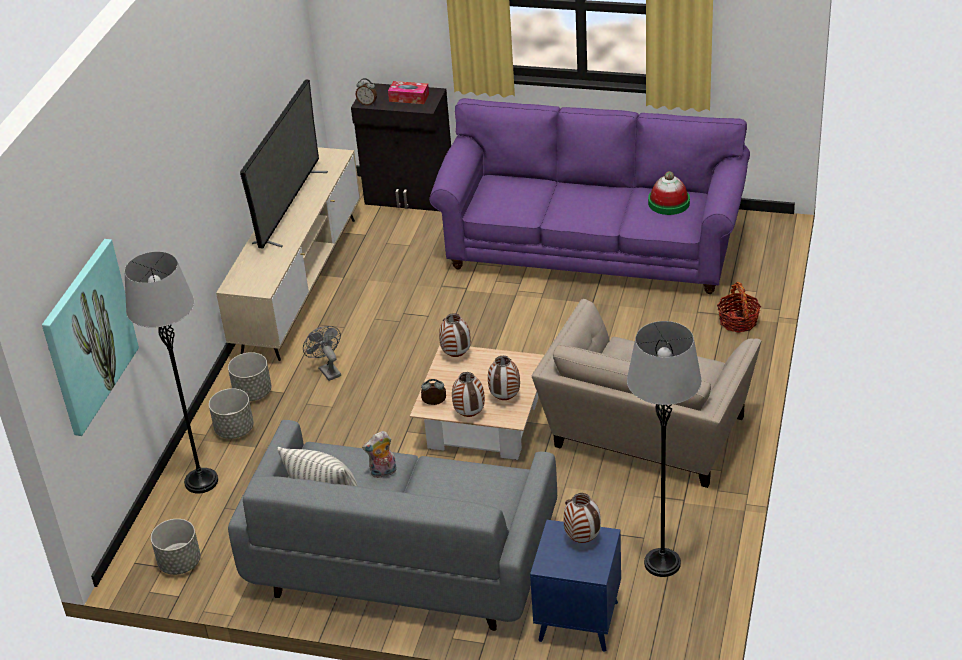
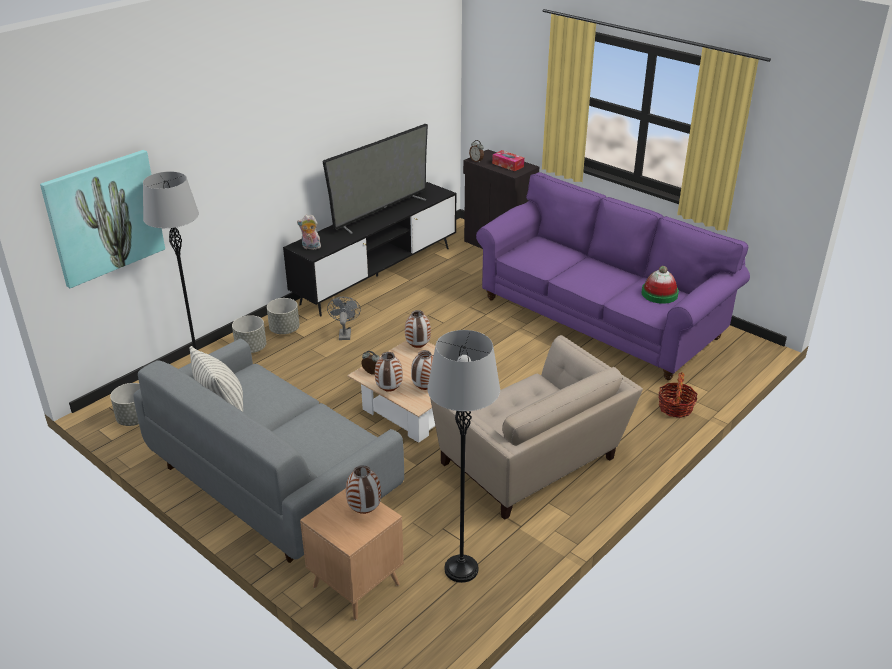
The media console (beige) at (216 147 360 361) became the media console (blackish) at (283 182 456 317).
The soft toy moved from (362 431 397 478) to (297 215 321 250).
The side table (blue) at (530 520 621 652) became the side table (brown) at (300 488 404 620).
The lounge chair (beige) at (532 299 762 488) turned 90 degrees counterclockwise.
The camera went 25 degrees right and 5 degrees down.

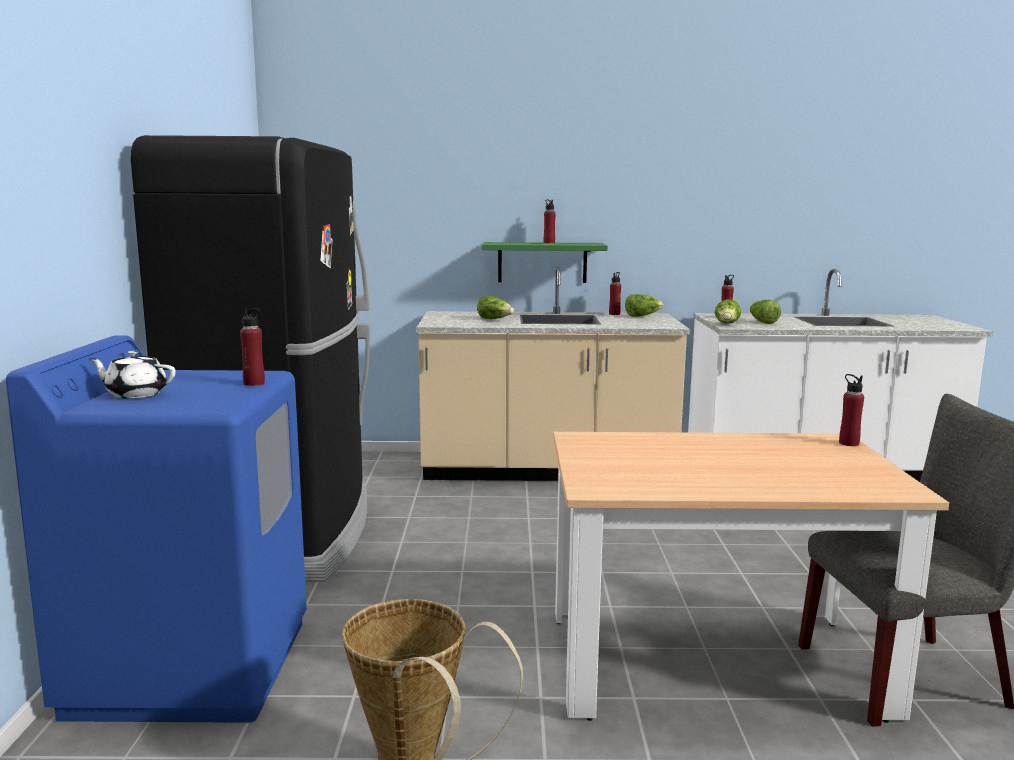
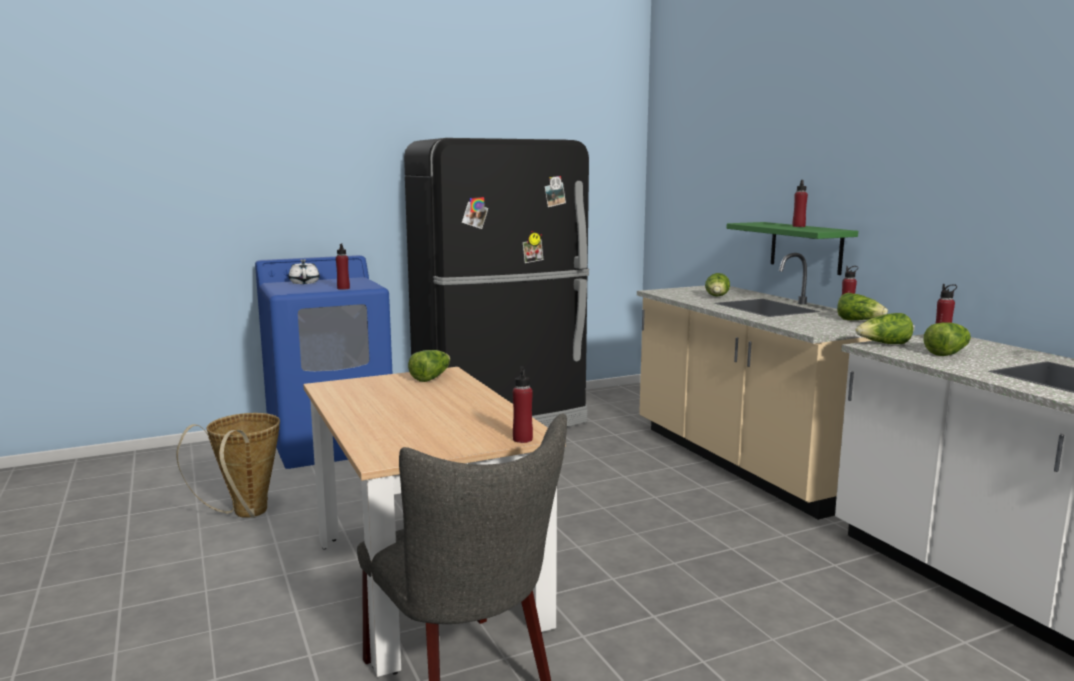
The lettuce at (408 350 450 382) appeared.
The camera went 65 degrees right and 0 degrees up.

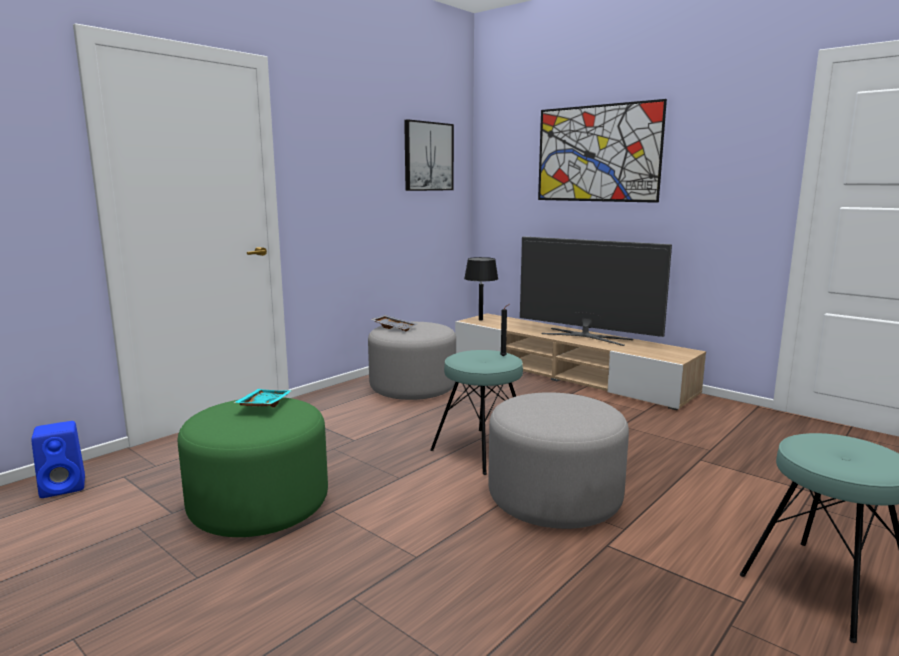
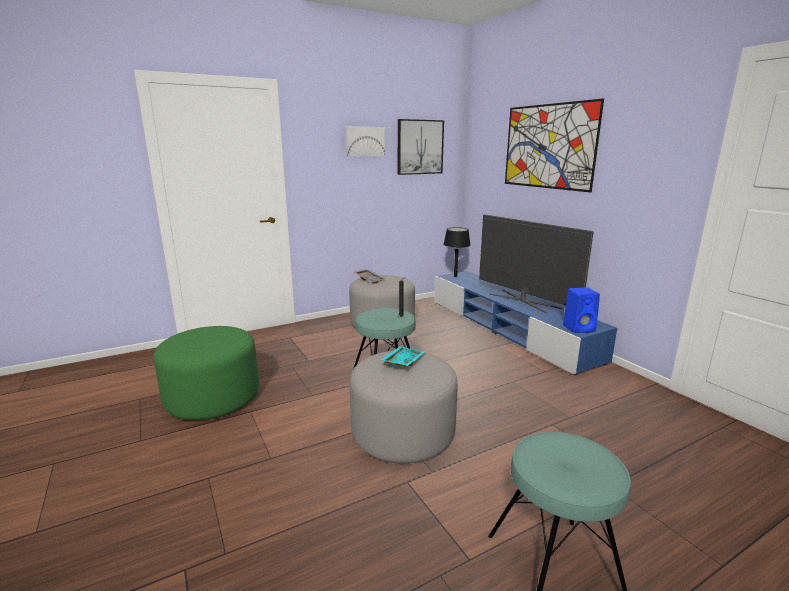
The audio speaker (blue) moved from (31 421 85 498) to (563 287 600 333).
The tray (turquoise-coloured) moved from (233 389 291 407) to (380 346 425 367).
The media console (beige) at (455 313 706 410) became the media console (blue) at (434 271 617 375).
The wall picture at (345 126 385 156) appeared.
The camera went 20 degrees right and 5 degrees up.

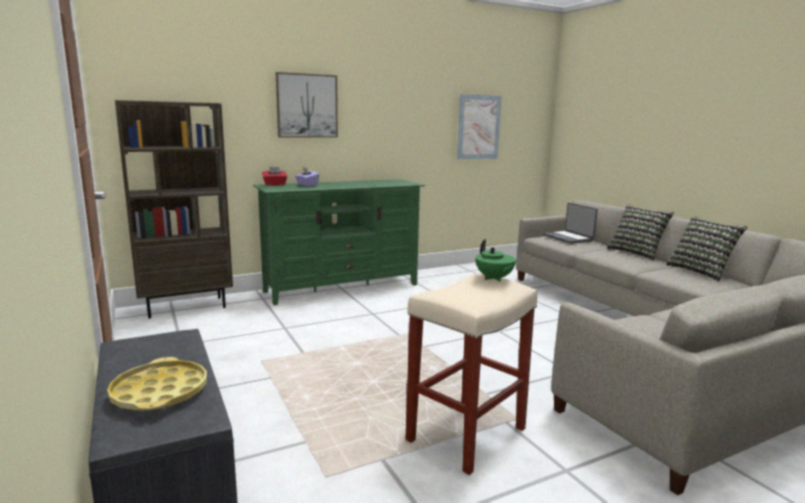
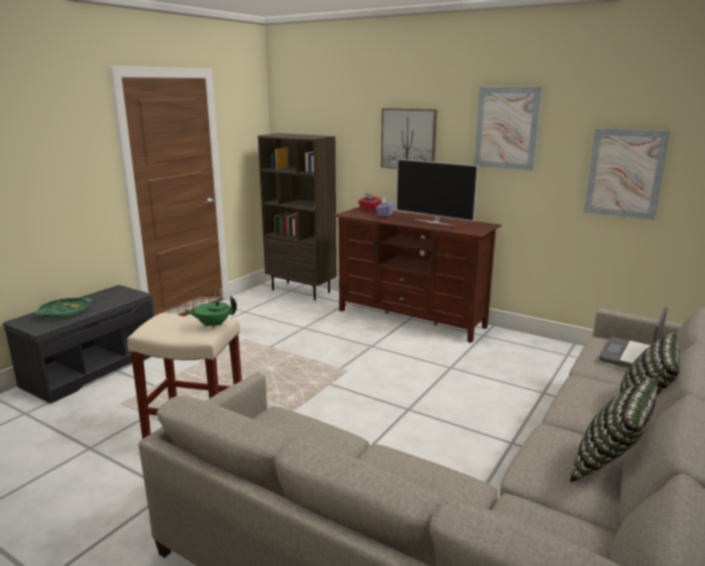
The tray (yellowish) at (107 357 207 410) became the tray (greenish) at (34 298 92 319).
The media console (greenish) at (253 179 425 305) became the media console (brown) at (333 207 502 343).
The tea pot (greenish) at (475 239 516 282) turned 45 degrees clockwise.
The television at (396 159 478 226) appeared.
The wall picture at (474 87 542 171) appeared.
The camera went 60 degrees right and 5 degrees up.

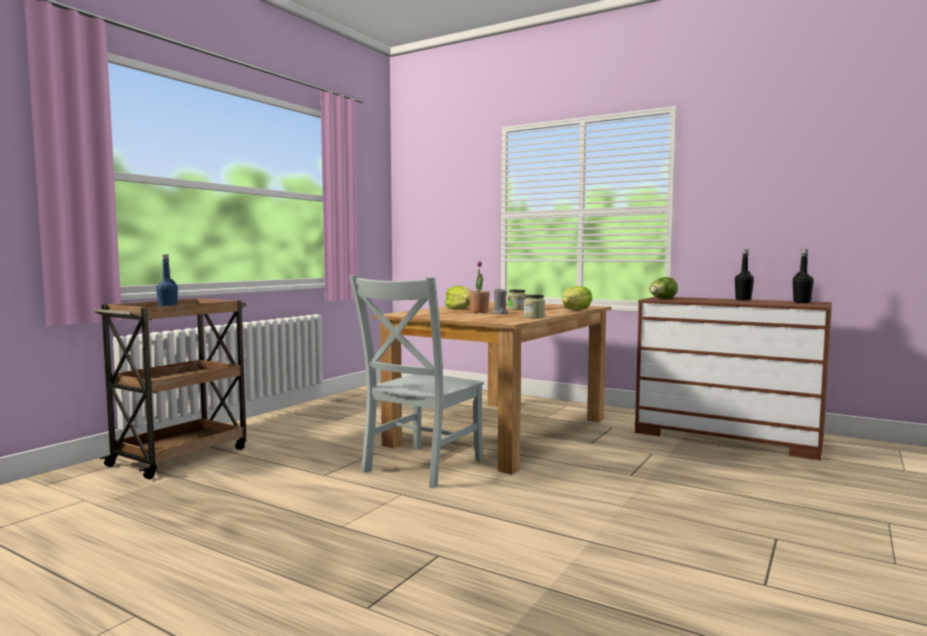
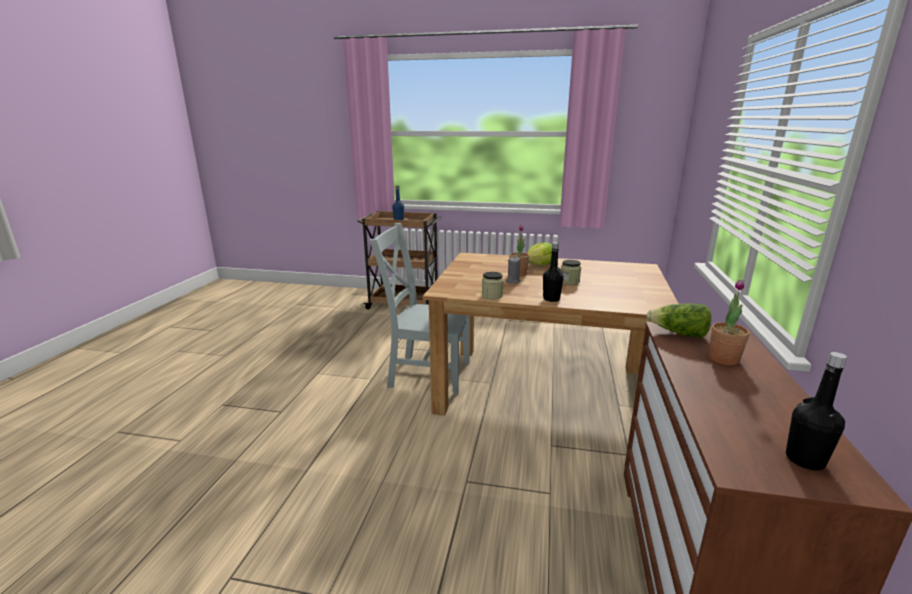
The lettuce at (562 286 593 310) disappeared.
The drink bottle (blackish) moved from (735 249 754 300) to (543 242 564 302).
The houseplant at (709 280 750 365) appeared.
The camera went 70 degrees right and 15 degrees up.

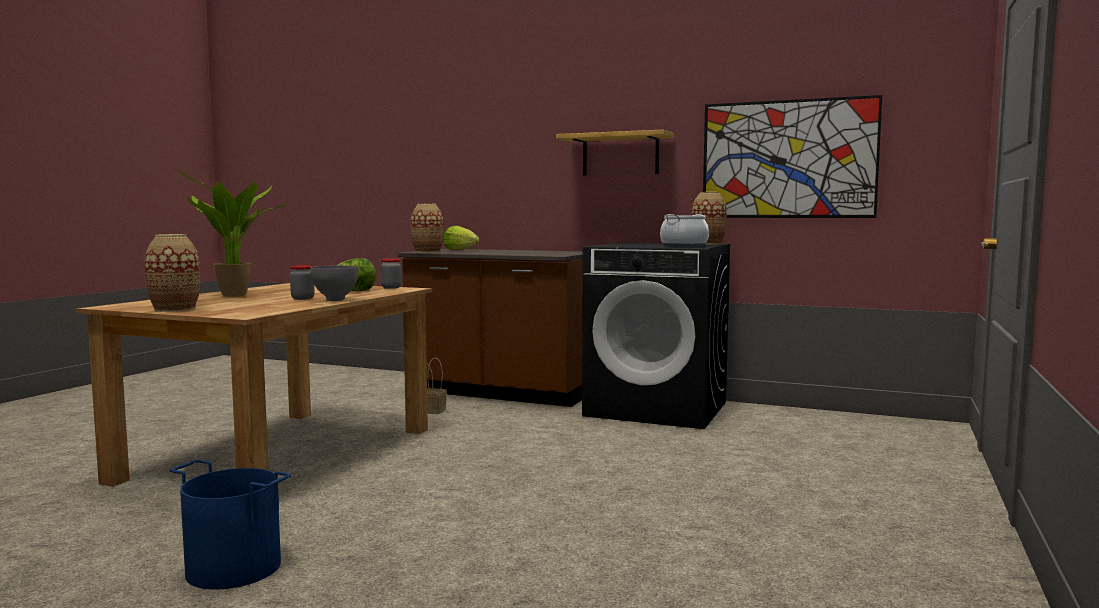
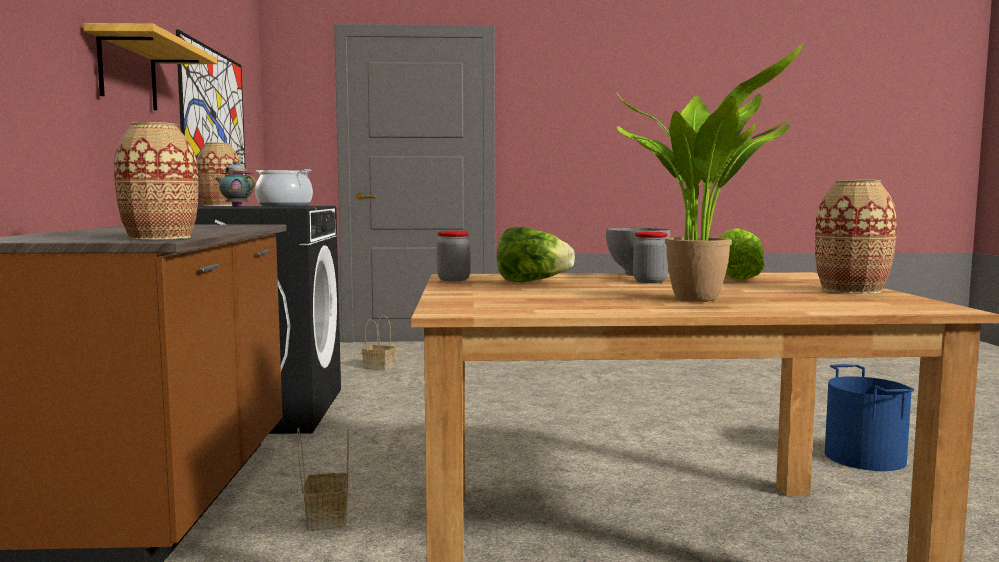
The lettuce moved from (443 226 480 250) to (719 228 764 280).
The tea pot at (215 161 255 207) appeared.
The storage basket at (362 315 395 370) appeared.
The camera went 115 degrees left and 0 degrees up.

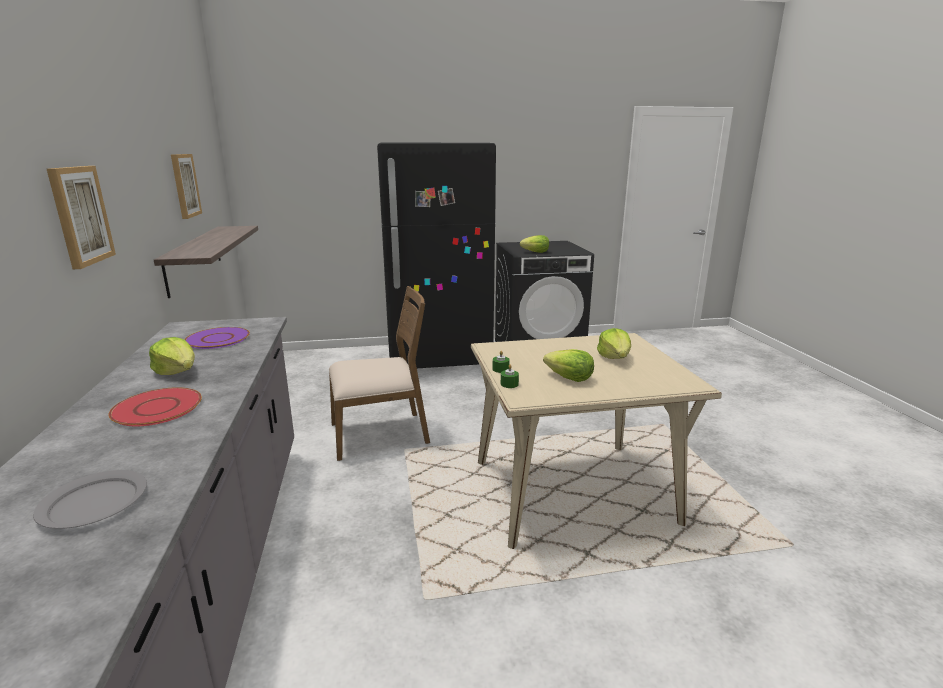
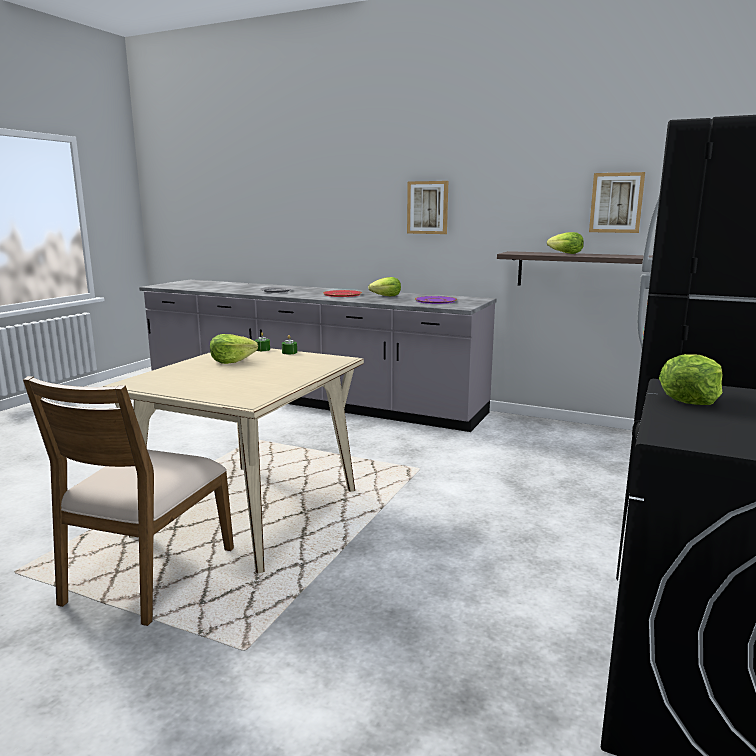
The chair (brown) moved from (329 286 430 461) to (23 376 234 626).
The lettuce moved from (597 328 631 359) to (547 232 584 254).
The camera went 125 degrees right and 5 degrees down.

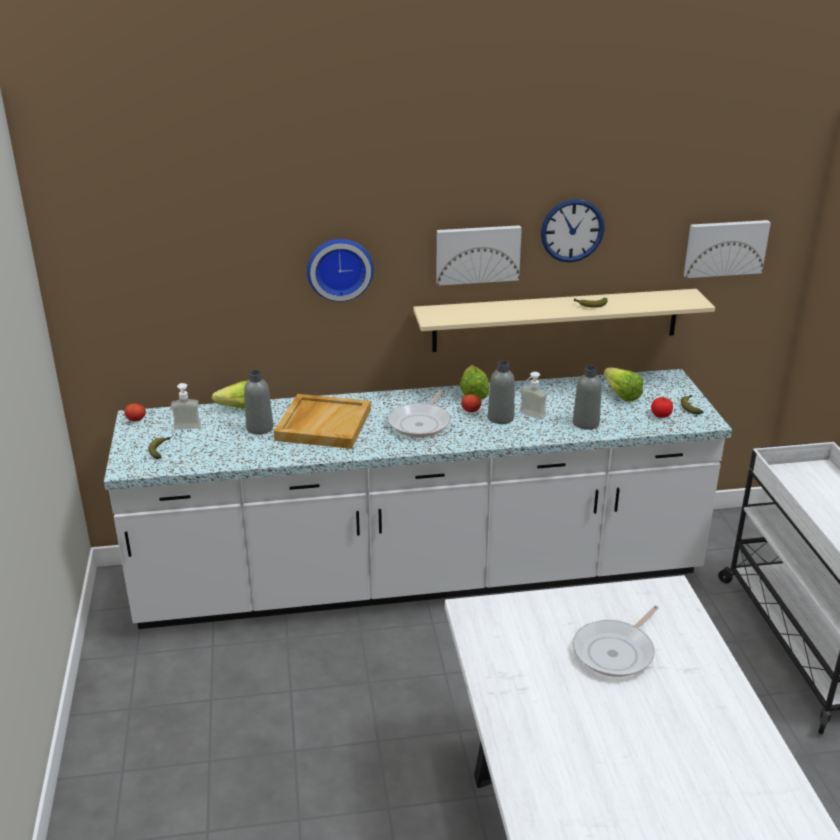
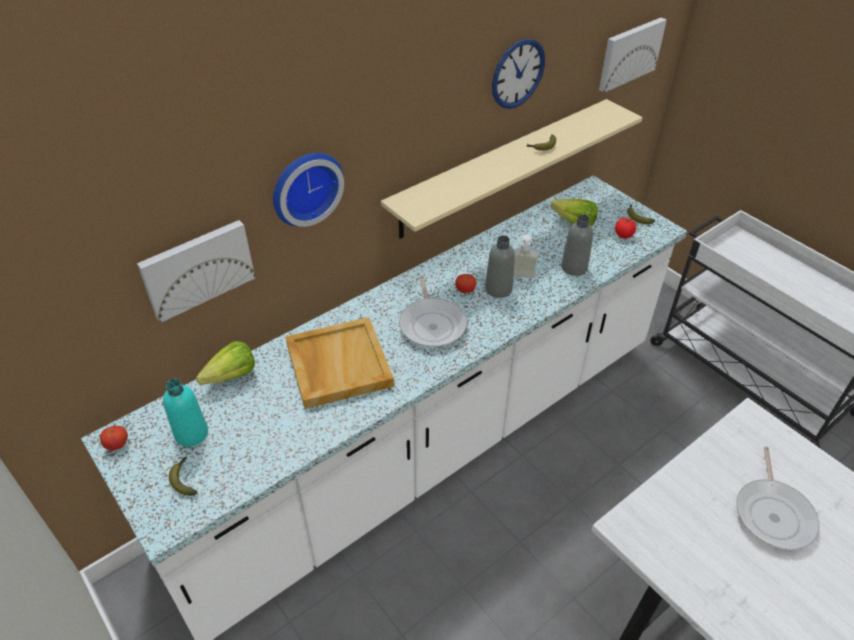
The liquid soap bottle at (171 383 201 430) was replaced by the drink bottle (turquoise-coloured) at (163 378 208 447).
The drink bottle (grey) at (244 370 273 434) disappeared.
The wall picture moved from (436 225 522 286) to (137 220 255 323).
The lettuce at (460 365 489 399) disappeared.
The camera went 30 degrees left and 15 degrees up.

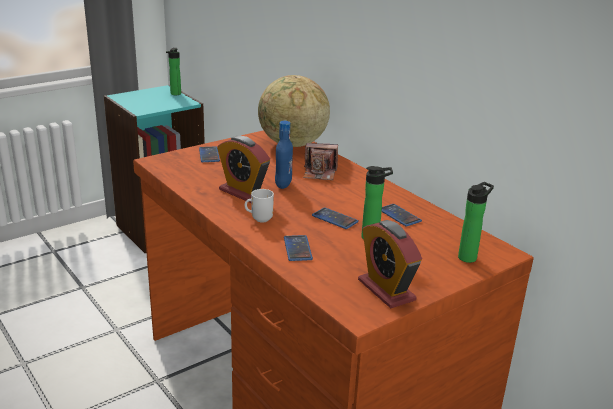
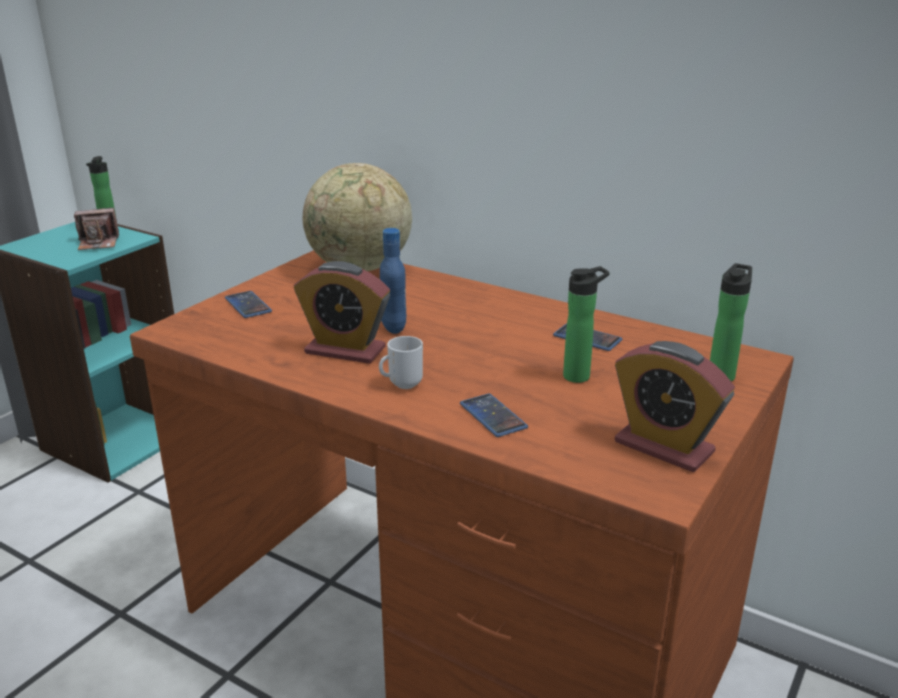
The photo camera moved from (303 143 338 180) to (74 208 119 250).
The handset at (312 207 359 229) disappeared.
The camera went 20 degrees left and 0 degrees up.

